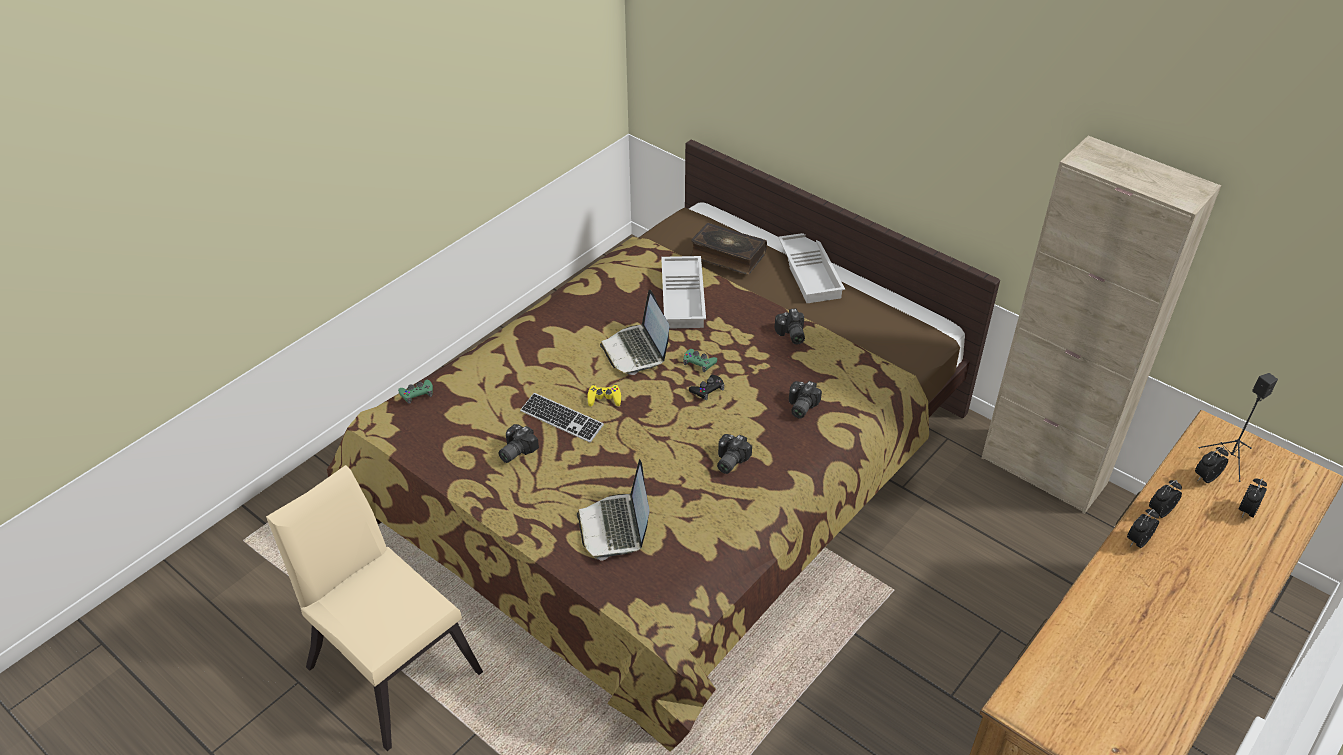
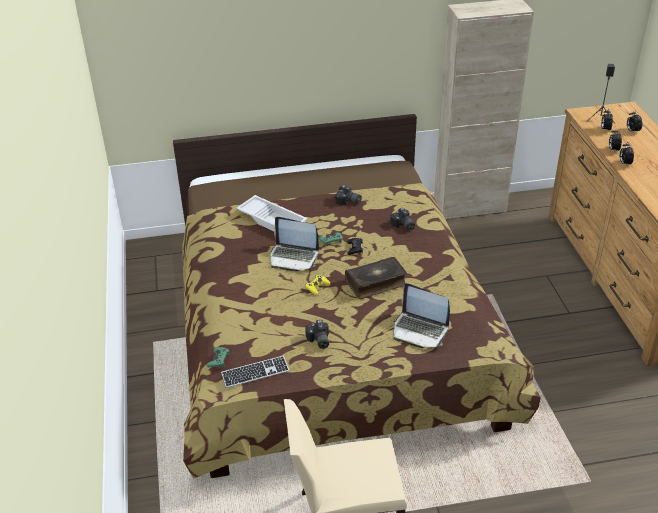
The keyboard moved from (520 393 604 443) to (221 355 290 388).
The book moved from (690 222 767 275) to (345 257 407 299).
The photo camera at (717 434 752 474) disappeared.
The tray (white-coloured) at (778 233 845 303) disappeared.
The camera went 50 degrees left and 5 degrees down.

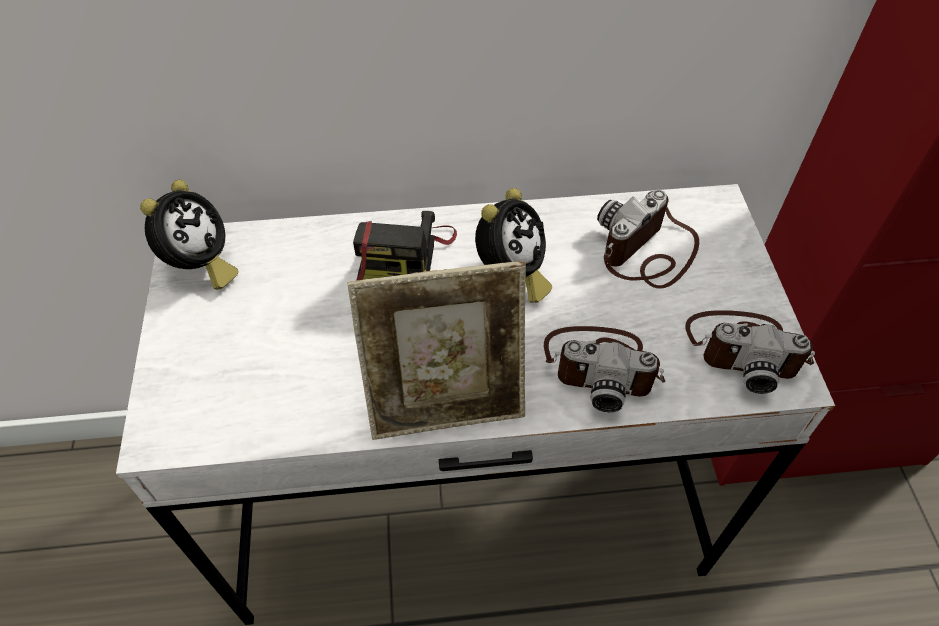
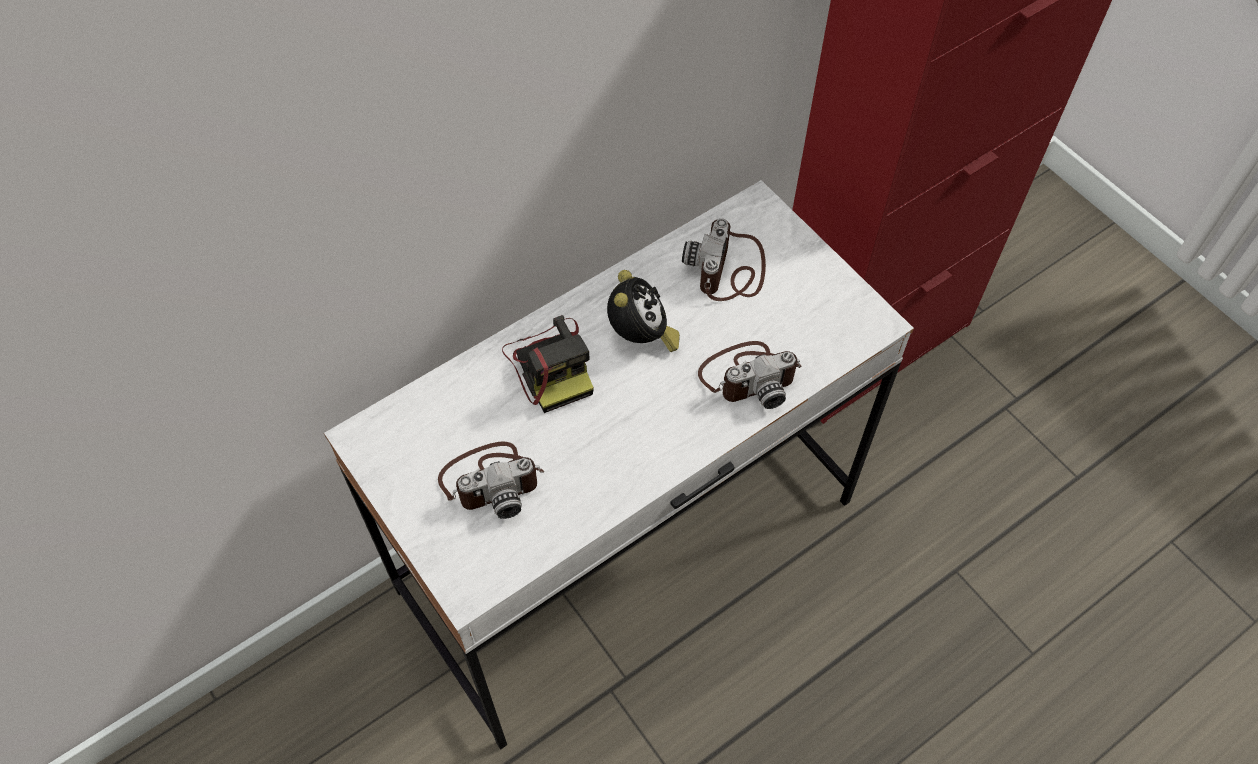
The table clock at (140 180 239 290) disappeared.
The picture frame at (347 261 526 440) disappeared.
The photo camera moved from (685 310 815 394) to (438 442 545 519).
The camera went 30 degrees left and 5 degrees up.

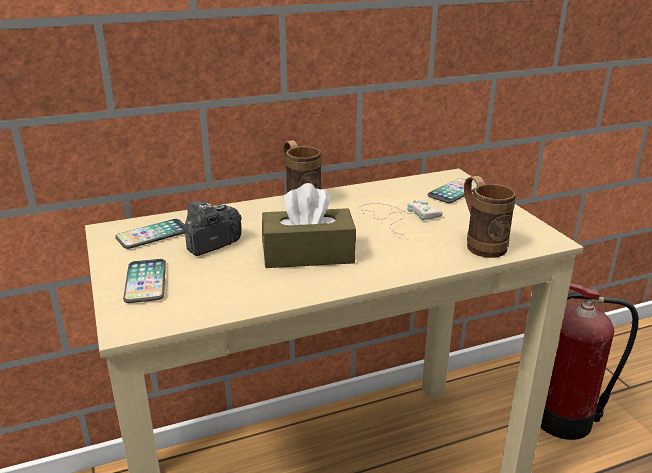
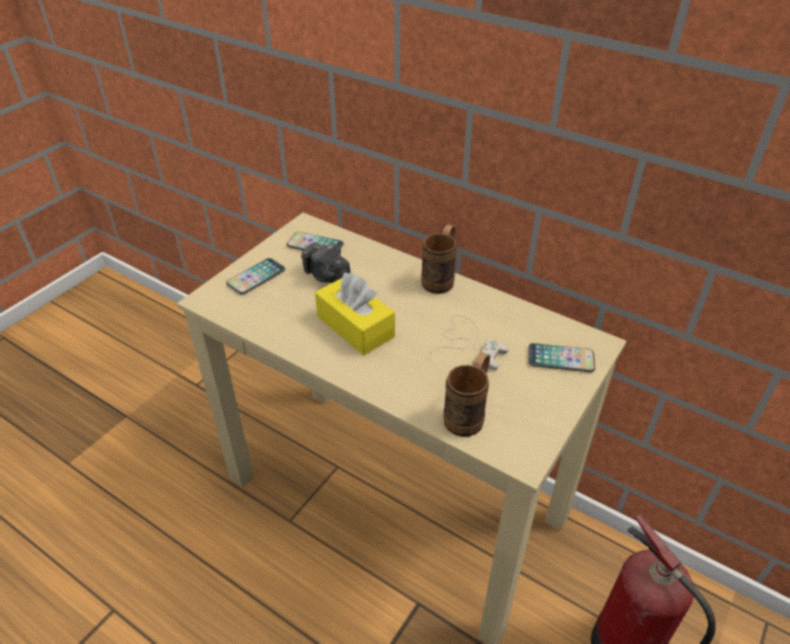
The photo camera at (182 201 242 256) turned 150 degrees counterclockwise.
The box of tissues (brown) at (262 183 356 268) became the box of tissues (yellowish) at (315 273 395 355).
The camera went 55 degrees right and 15 degrees up.

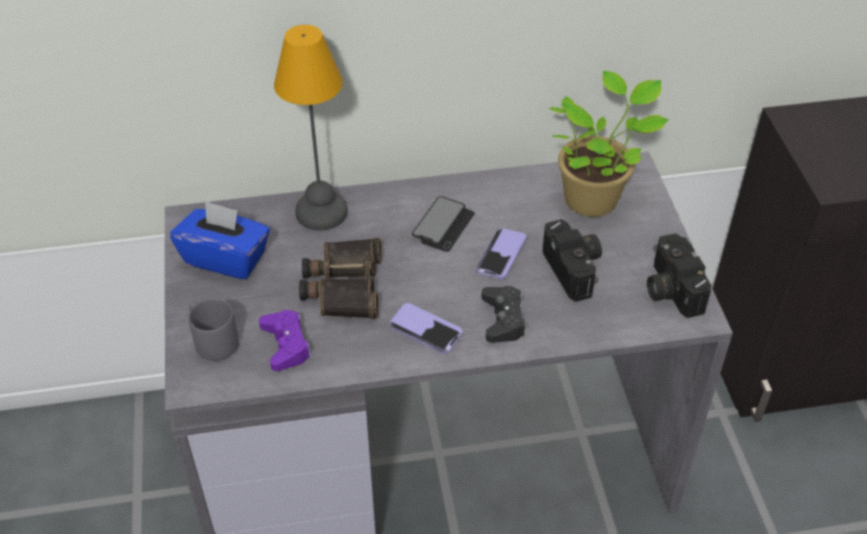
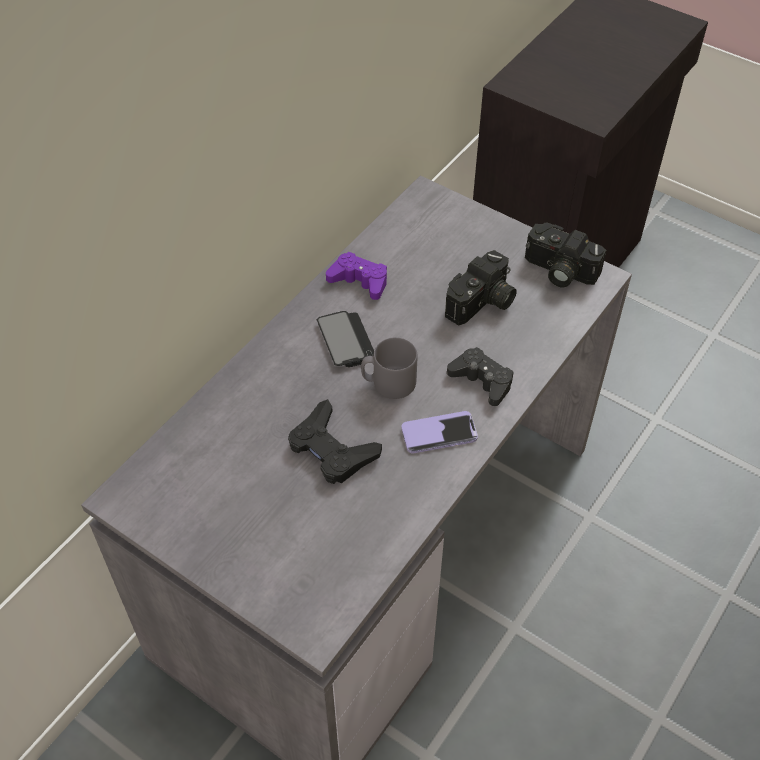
The box of tissues (blue) at (170 200 270 279) disappeared.
The coffee mug (grey) moved from (188 298 239 361) to (361 337 418 399).
The joypad (purplish) moved from (259 310 312 371) to (326 252 387 300).
The table lamp at (274 25 348 231) disappeared.
The field glasses at (299 238 381 319) was replaced by the joypad (blackish) at (288 399 382 484).
The handset at (476 228 526 279) disappeared.
The photo camera at (543 219 602 302) turned 105 degrees clockwise.
The houseplant at (549 71 669 217) disappeared.
The camera went 45 degrees left and 5 degrees up.

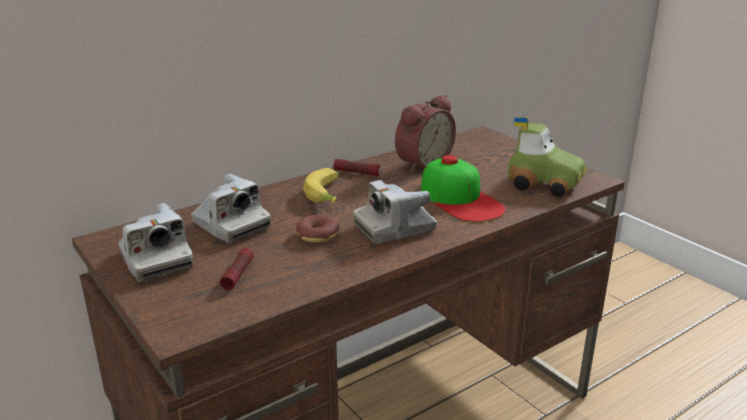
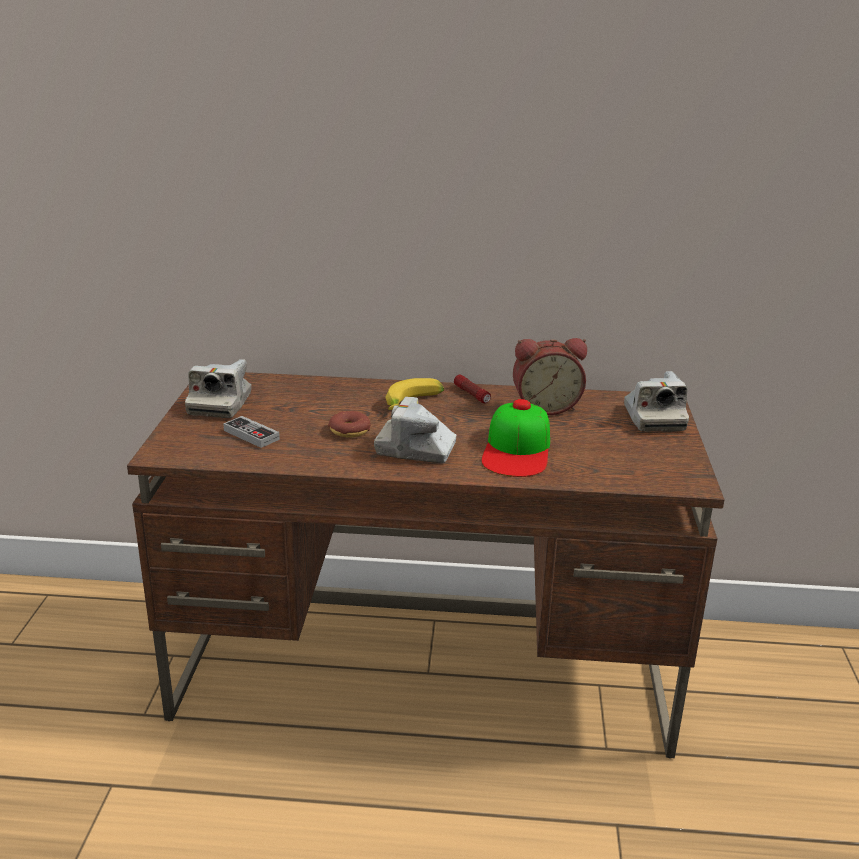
The photo camera moved from (191 174 271 244) to (624 371 689 432).
The hand torch at (220 248 254 290) was replaced by the joypad at (223 416 280 448).
The model car at (508 117 587 197) disappeared.
The camera went 40 degrees right and 0 degrees up.

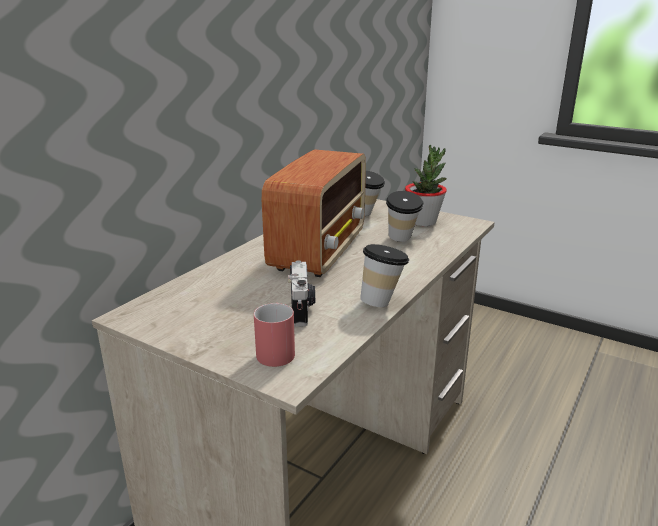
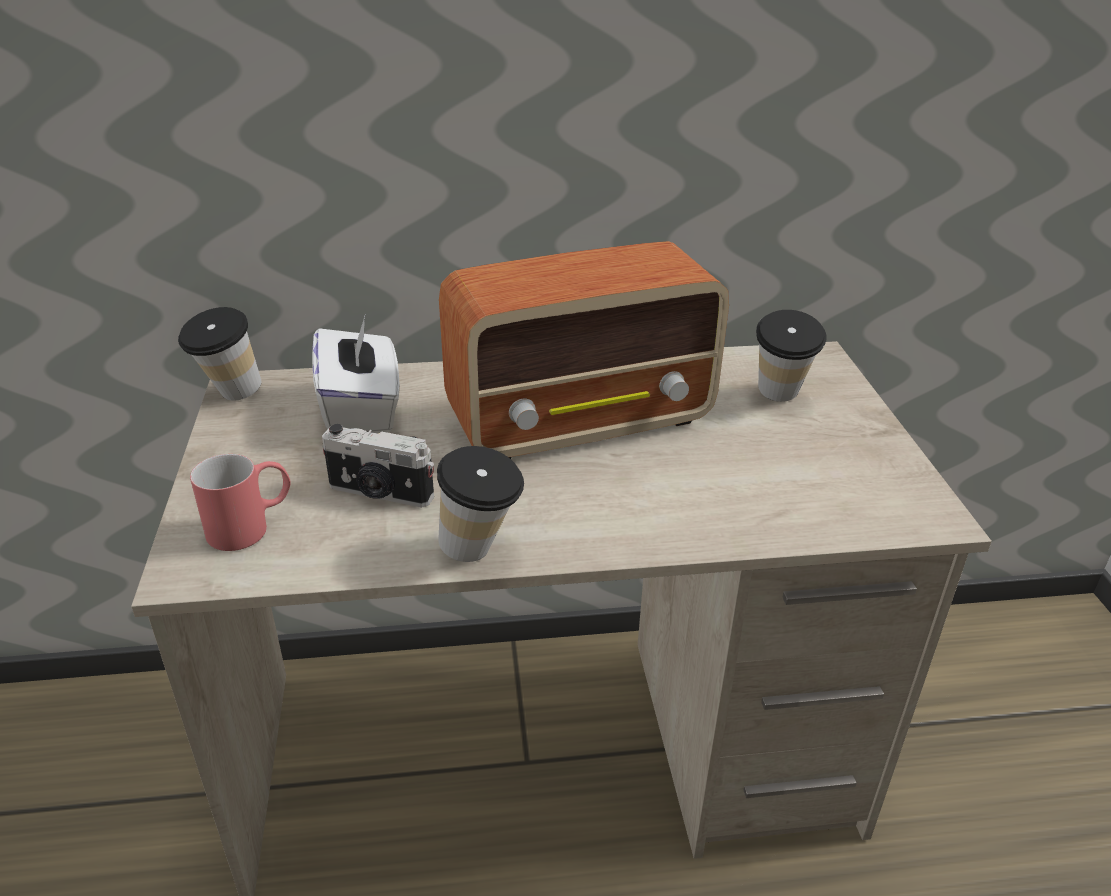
The photo camera at (288 260 315 327) turned 60 degrees clockwise.
The small cup moved from (386 191 424 242) to (178 307 261 401).
The houseplant at (405 145 447 226) disappeared.
The box of tissues (white-coloured) at (312 313 400 433) appeared.
The camera went 50 degrees right and 10 degrees up.

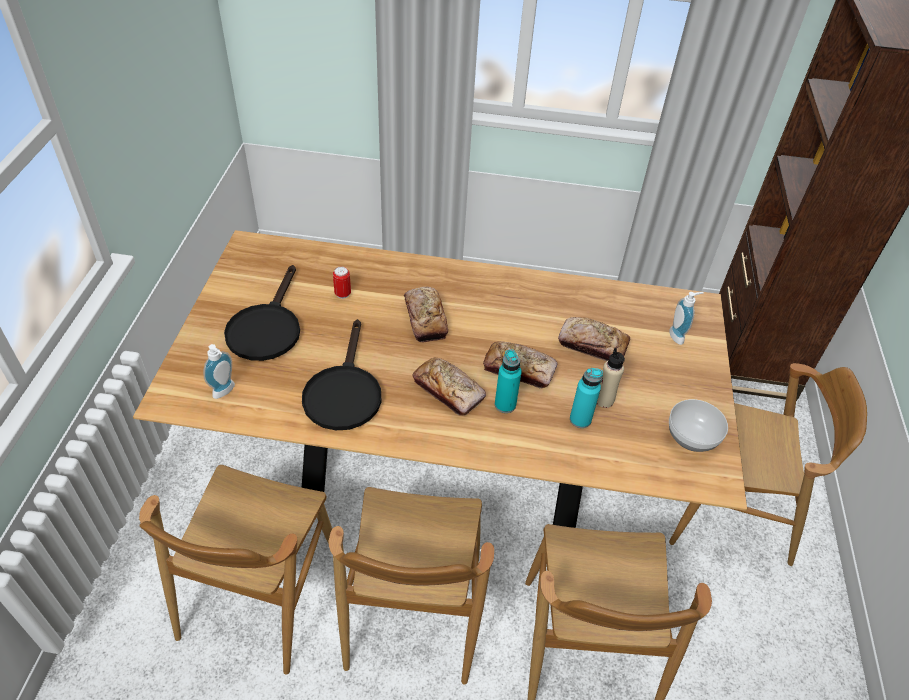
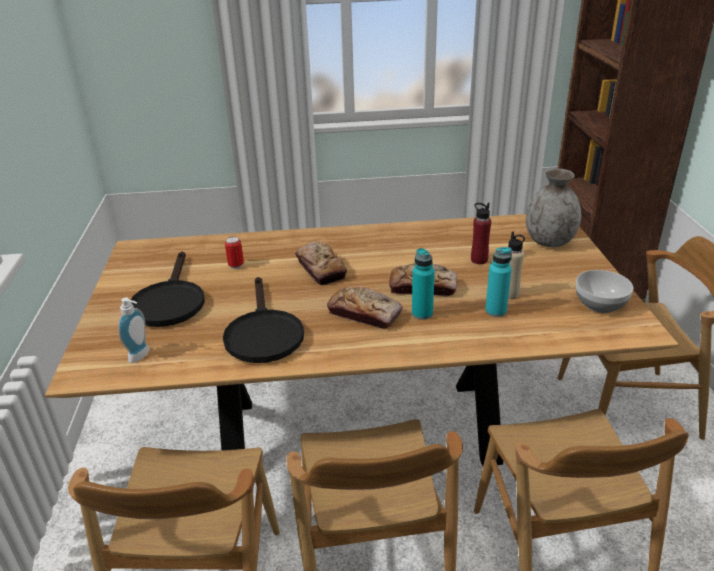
The bakery bread at (558 317 630 361) was replaced by the drink bottle (red) at (471 202 491 264).
The liquid soap bottle at (669 292 704 345) was replaced by the decorative vase (grey) at (526 169 581 247).
The camera went 10 degrees left and 15 degrees down.

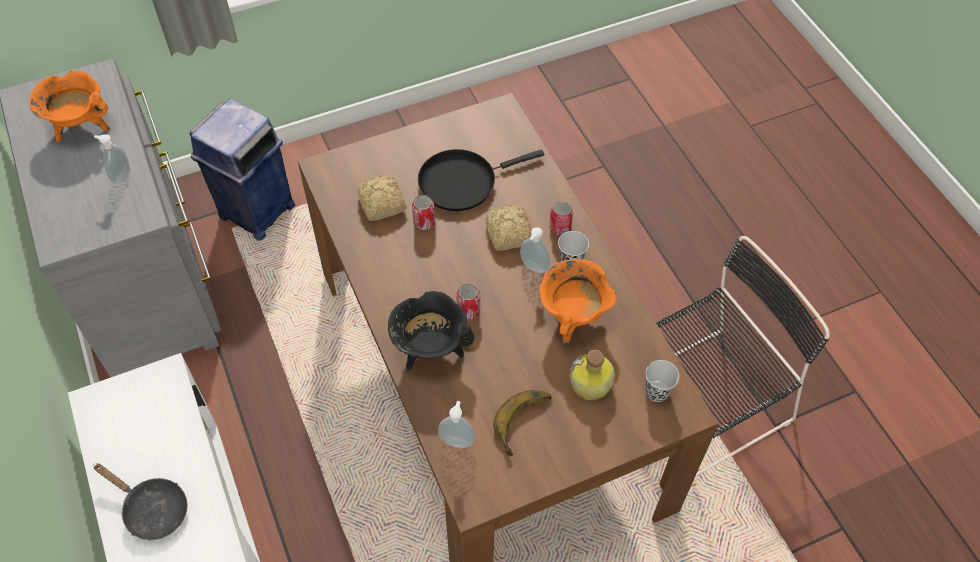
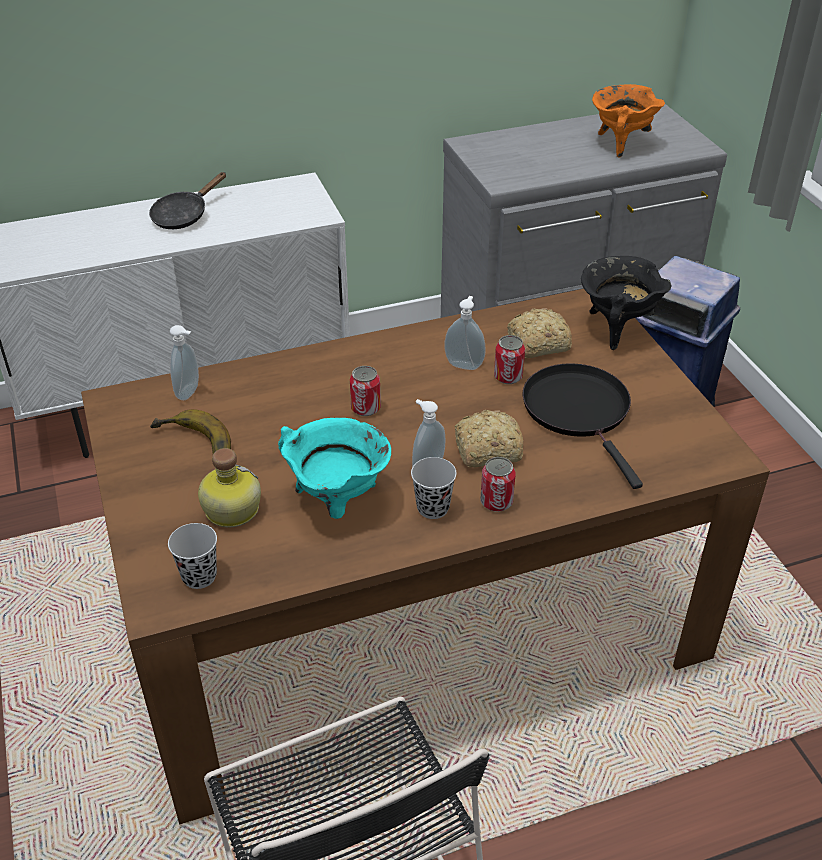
The liquid soap bottle moved from (94 134 130 185) to (444 296 486 370).
The stockpot (blackish) moved from (388 291 474 370) to (581 256 671 350).
The stockpot (orange-coloured) at (540 259 617 345) became the stockpot (turquoise-coloured) at (278 418 391 519).
The camera went 95 degrees right and 15 degrees down.

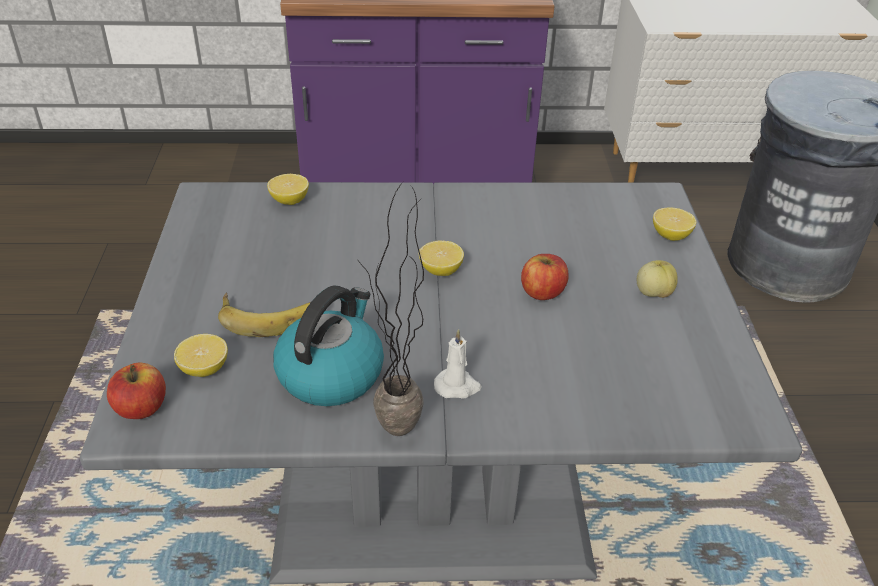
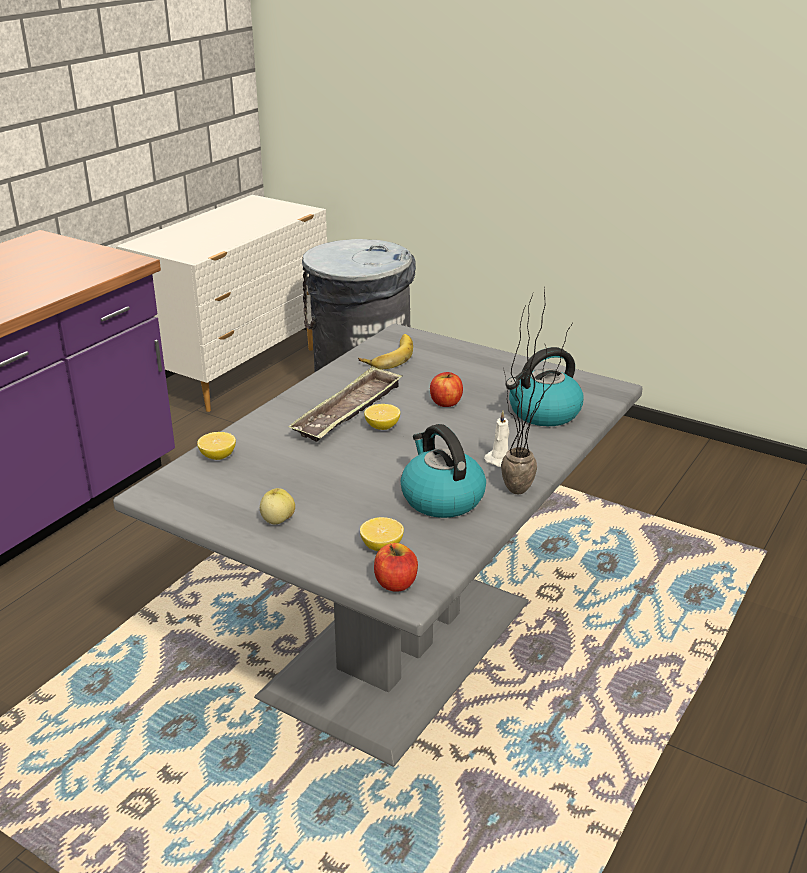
The banana moved from (218 292 311 337) to (358 334 413 370).
The whole apple moved from (637 260 678 298) to (260 488 295 524).
The lemon at (653 208 696 241) disappeared.
The tray at (288 366 402 442) appeared.
The kettle at (505 347 584 426) appeared.
The camera went 55 degrees left and 10 degrees down.

